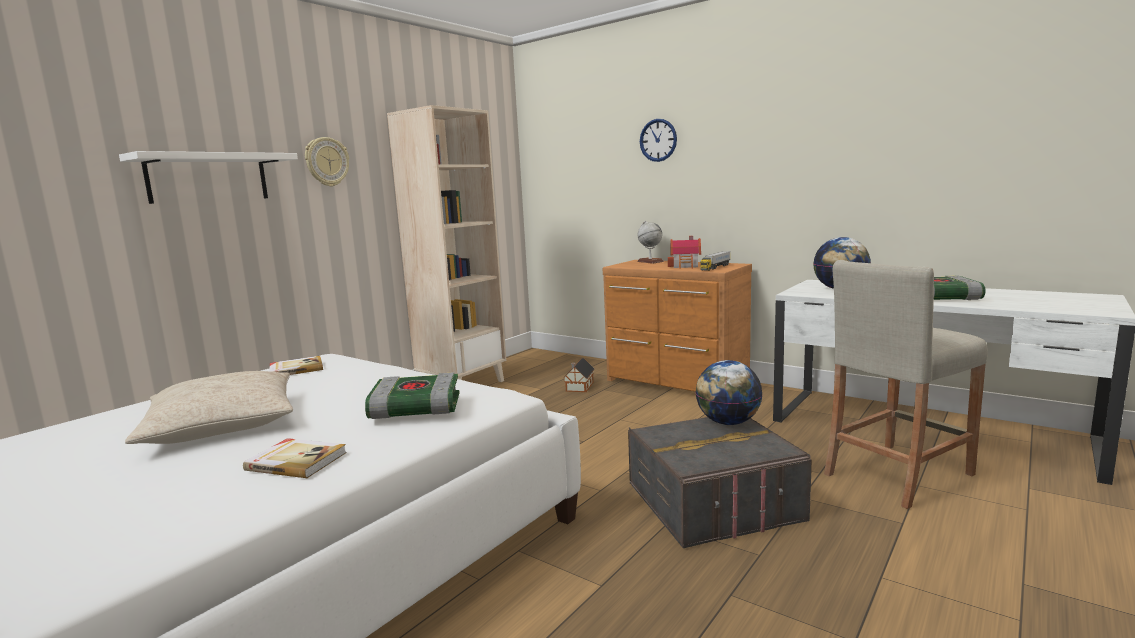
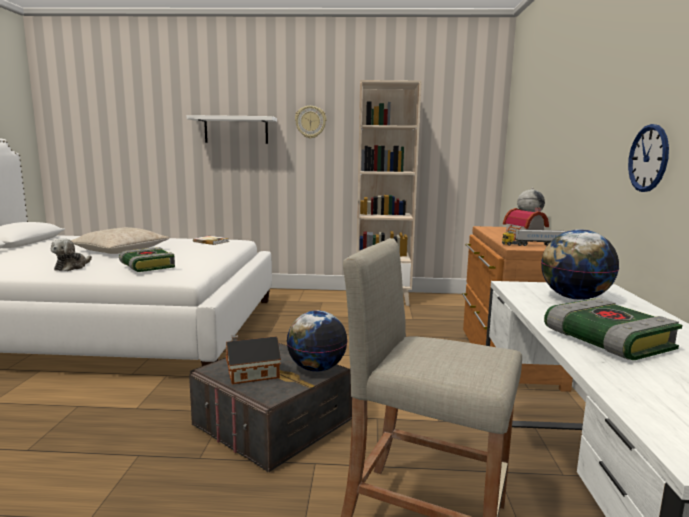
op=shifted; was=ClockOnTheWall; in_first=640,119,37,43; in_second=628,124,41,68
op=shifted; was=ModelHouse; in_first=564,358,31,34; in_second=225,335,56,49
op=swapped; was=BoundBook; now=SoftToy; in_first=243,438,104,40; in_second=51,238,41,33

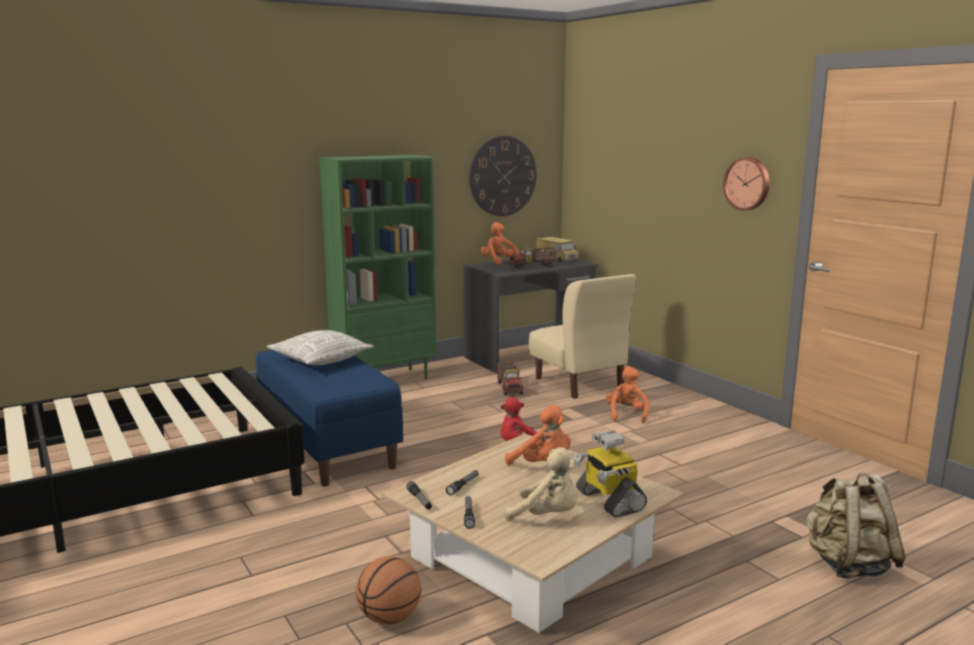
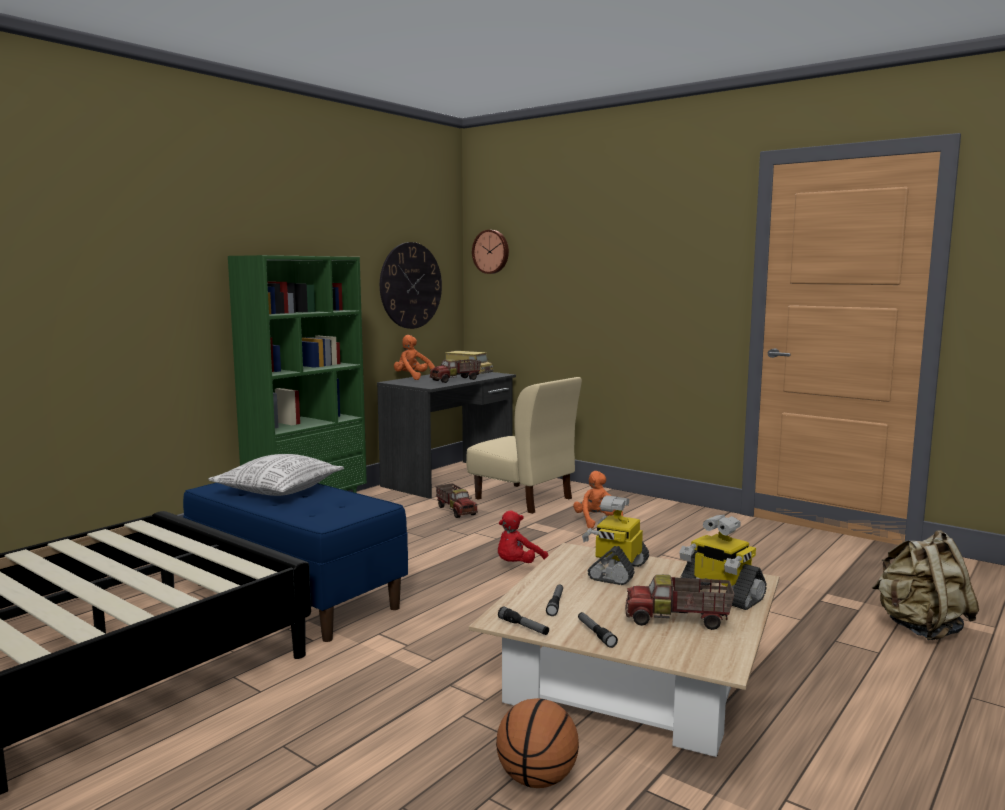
op=shifted; was=ClockOnTheWall; in_first=723,157,46,54; in_second=472,230,37,44
op=swapped; was=OrangeySoftToy; now=ToyRobot; in_first=505,405,66,60; in_second=582,495,67,90
op=swapped; was=BeigeColouredSoftToy; now=ToyTruck; in_first=504,447,73,74; in_second=626,575,108,55

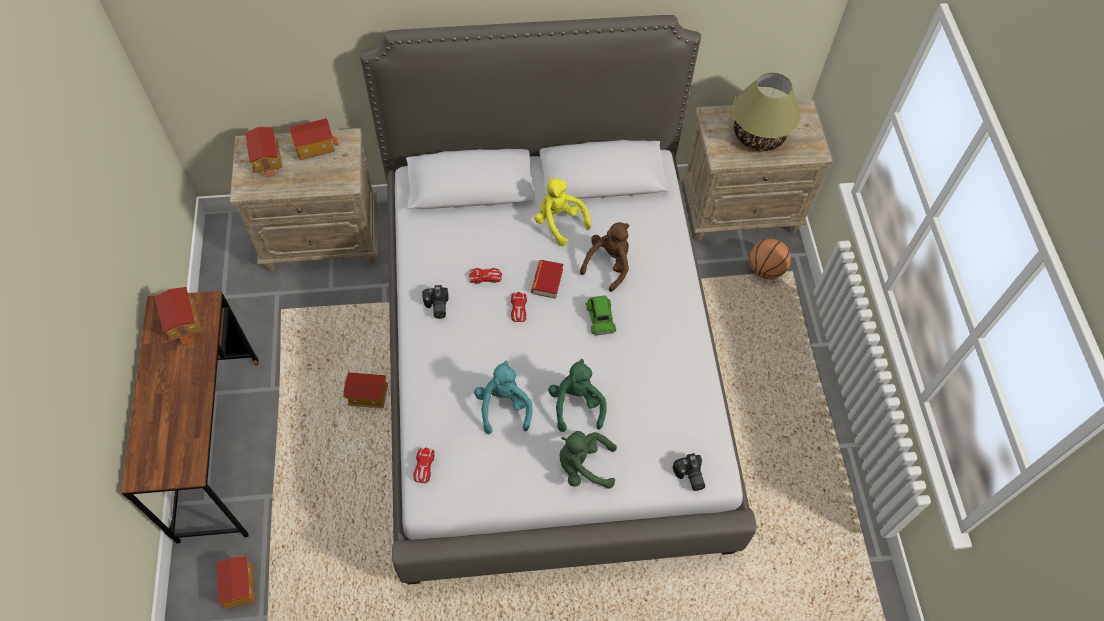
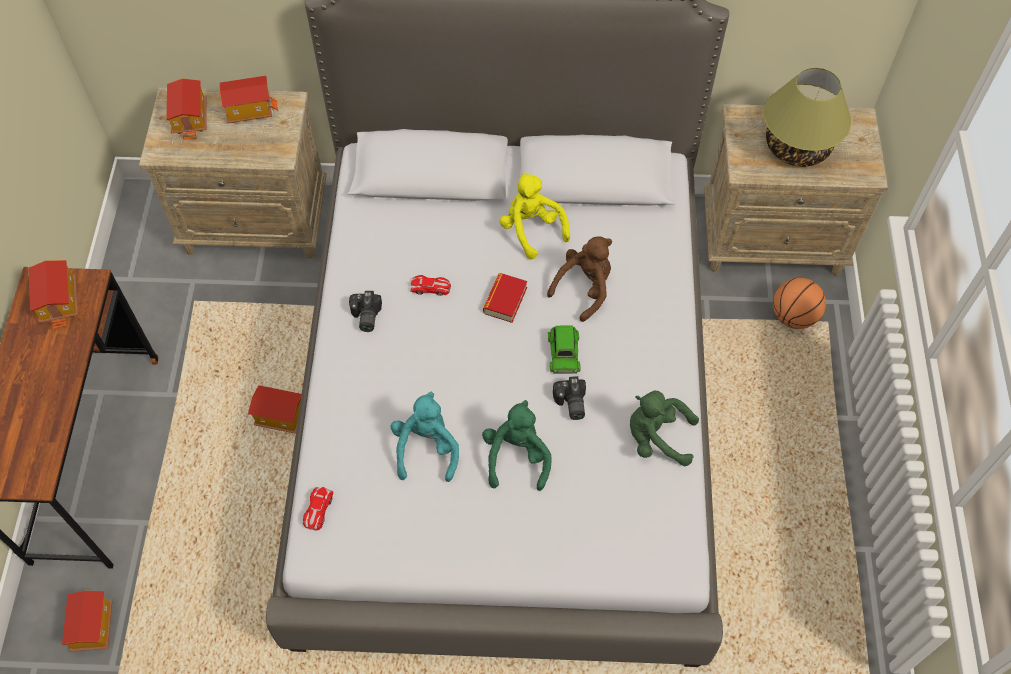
op=gone; was=MiniatureCar; in_first=511,292,16,30
op=shifted; was=GreenishSoftToy; in_first=560,431,57,58; in_second=630,391,69,75
op=shifted; was=PhotoCamera; in_first=673,453,32,38; in_second=553,376,33,44

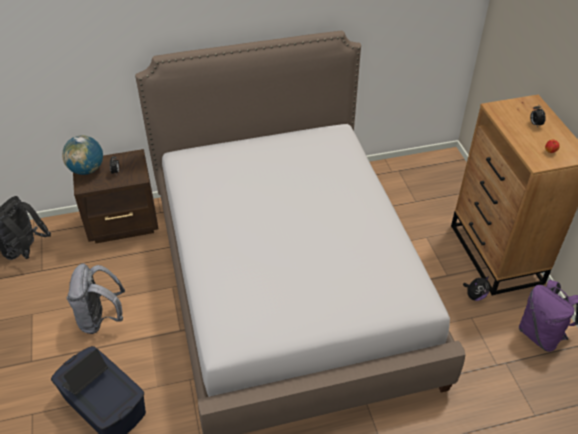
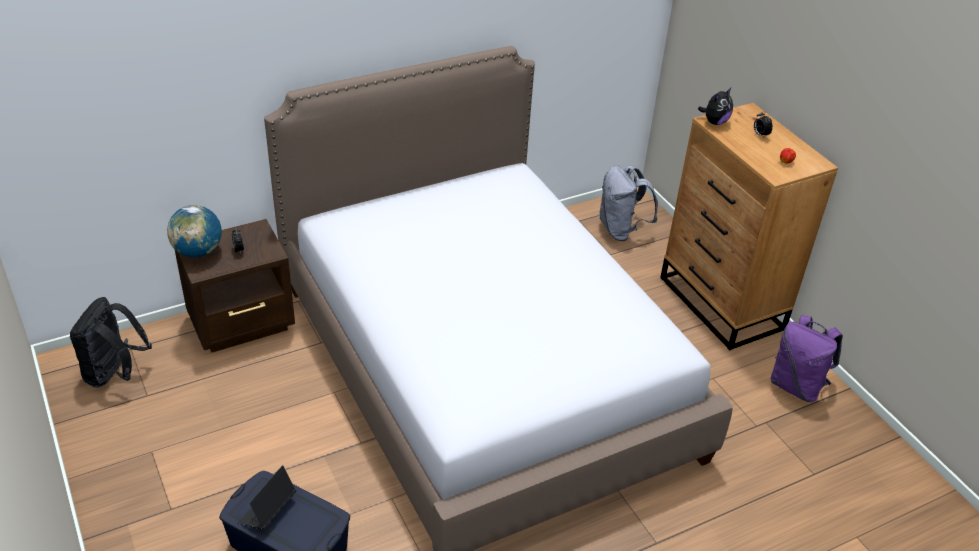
op=shifted; was=GreyBackpack; in_first=66,264,59,70; in_second=599,165,59,76
op=shifted; was=SoftToy; in_first=463,276,27,25; in_second=698,88,35,37

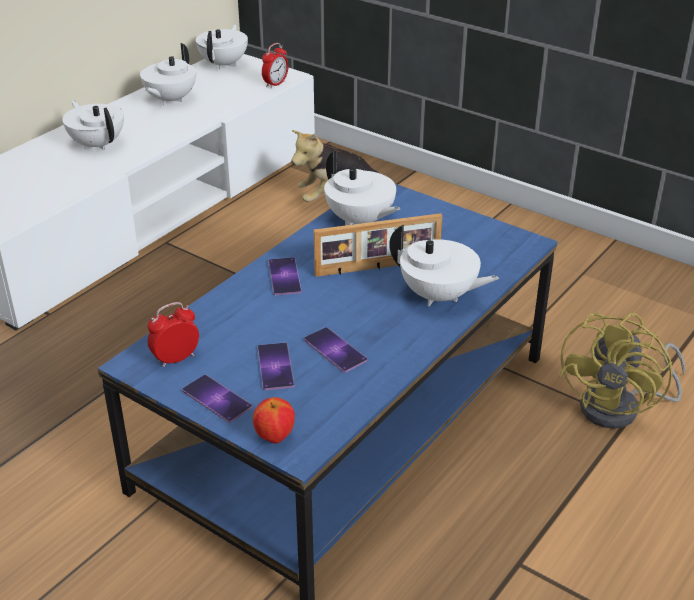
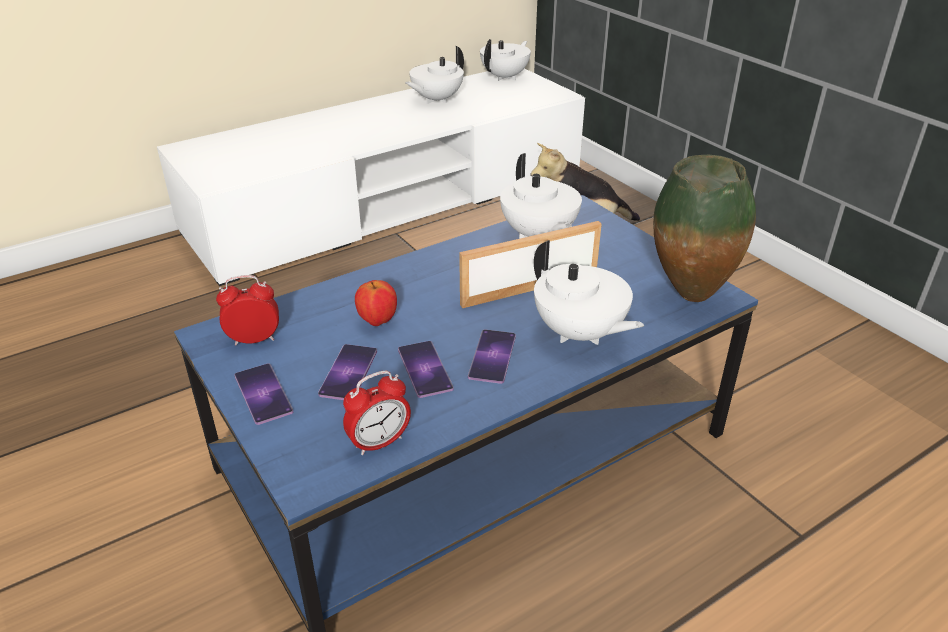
op=shifted; was=TableClock; in_first=262,43,26,45; in_second=343,371,68,84
op=gone; was=WhiteTeapot; in_first=62,100,62,51
op=rotated; was=PhotoFrame; in_first=314,213,129,64; in_second=459,221,143,87; clockwise=150
op=shifted; was=Phone; in_first=268,257,34,38; in_second=468,329,48,55
op=gone; was=YellowCoolingFan; in_first=558,313,127,116
op=shifted; was=Apple; in_first=253,397,42,47; in_second=355,280,42,46
op=new; now=Vase; in_second=653,155,103,147

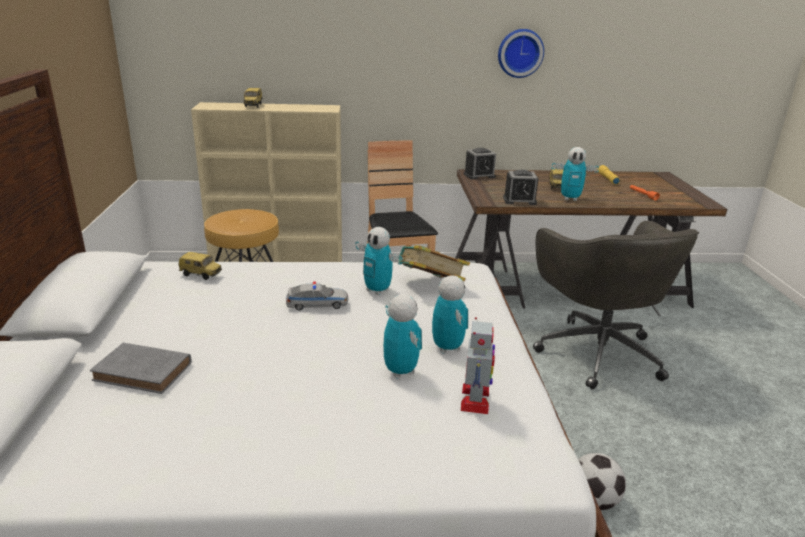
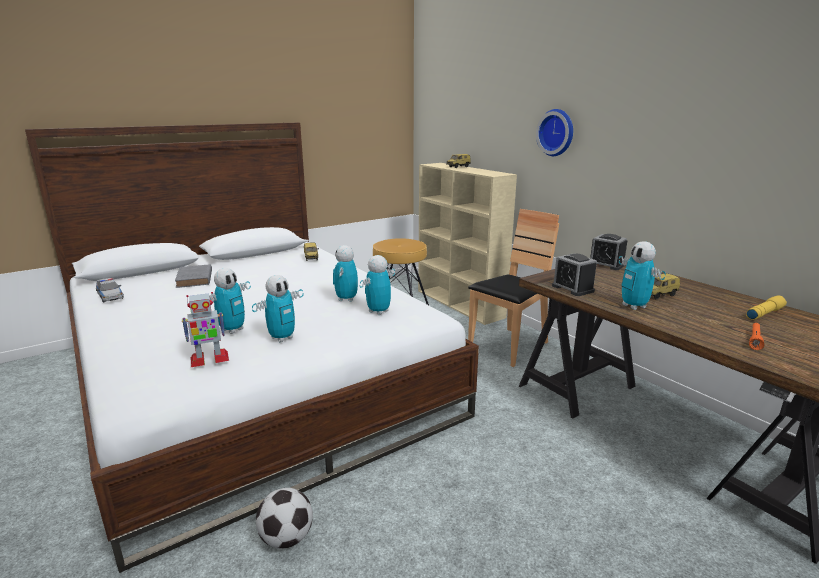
op=shifted; was=ClockOnTheWall; in_first=498,29,46,49; in_second=536,109,37,47
op=gone; was=GreyOfficeChair; in_first=533,221,166,168
op=swapped; was=BoundBook; now=ToyRobot; in_first=397,245,73,36; in_second=360,255,35,60
op=shifted; was=MiniatureCar; in_first=286,281,63,30; in_second=96,278,28,24

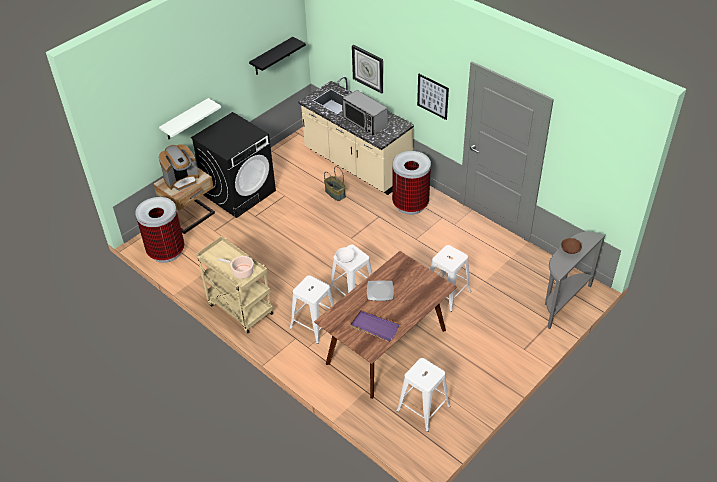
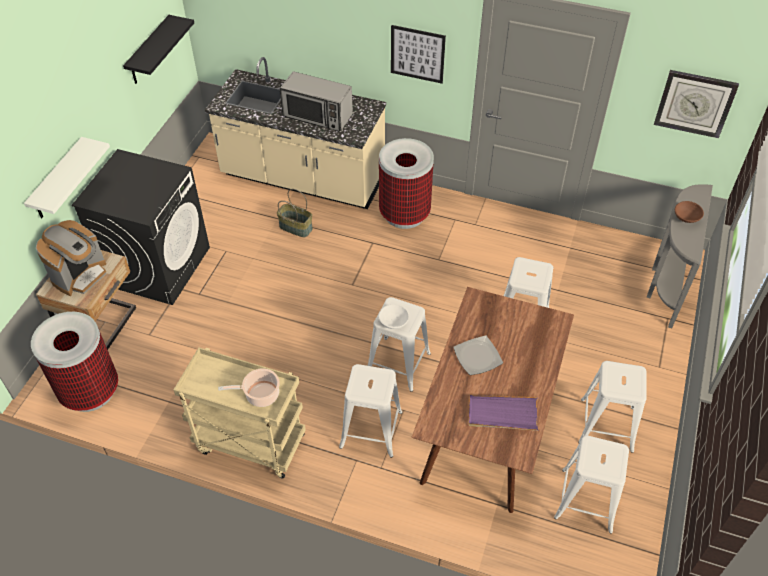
op=shifted; was=ClockOnTheWall; in_first=352,45,31,49; in_second=654,70,85,68
op=new; now=WhiteStoolSeat; in_second=578,361,69,92

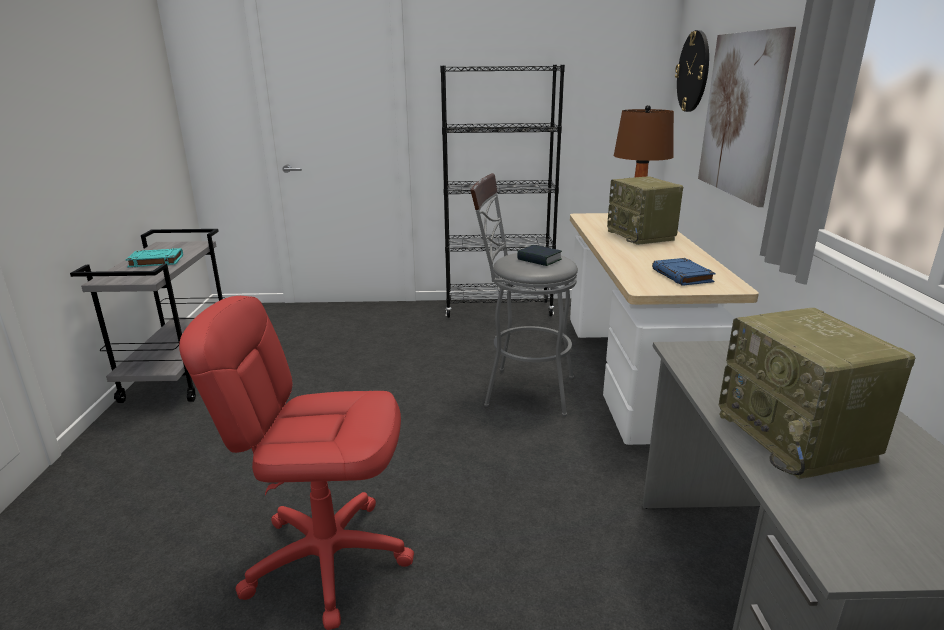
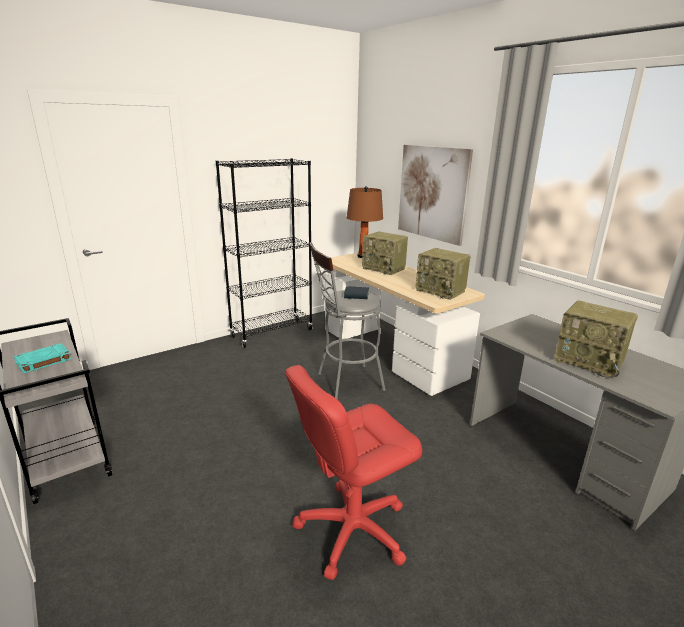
op=gone; was=ClockOnTheWall; in_first=675,30,34,82
op=swapped; was=BluishBoundBook; now=Radio; in_first=652,258,64,28; in_second=416,248,55,52

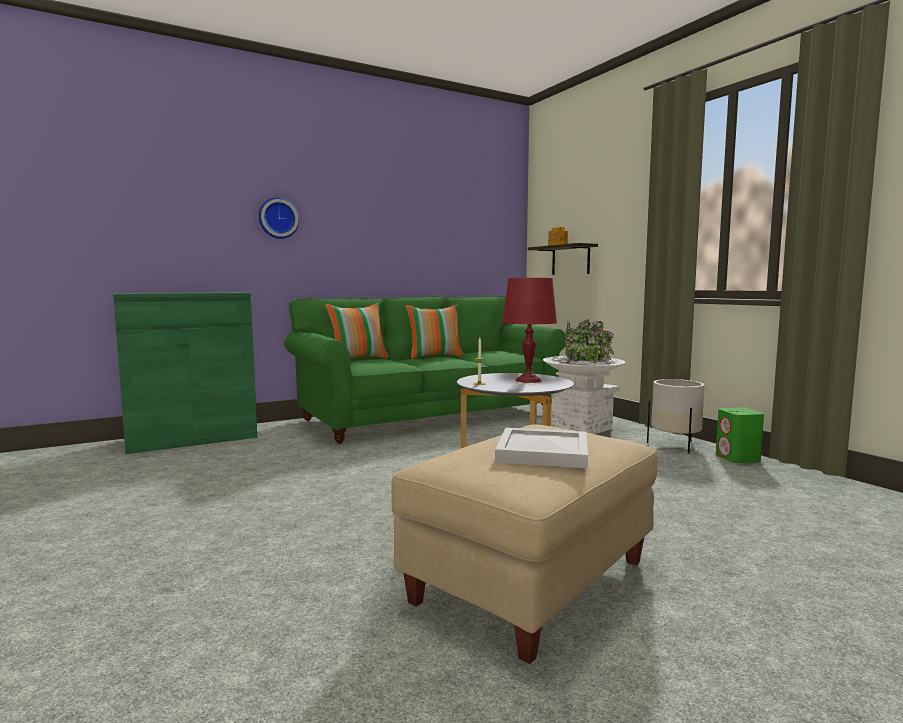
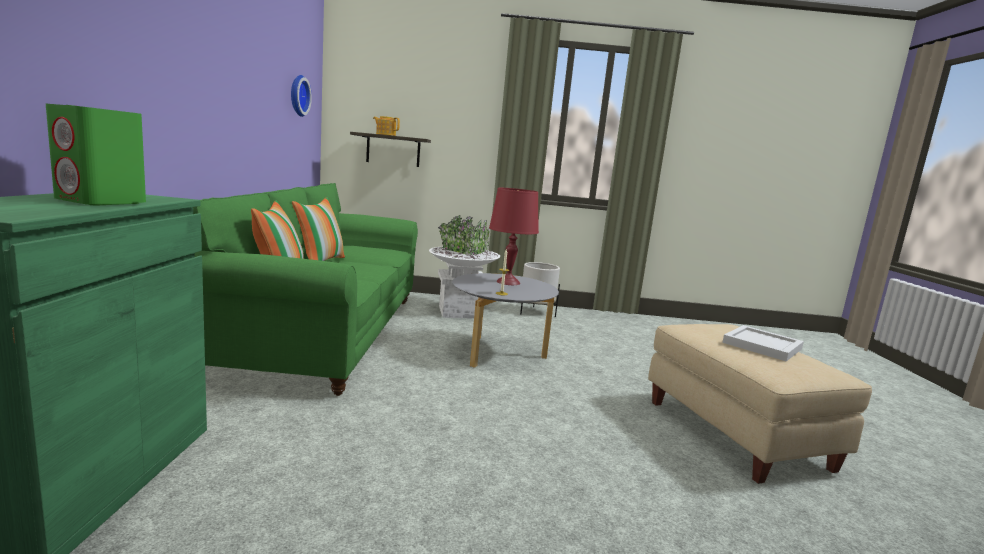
op=shifted; was=ClockOnTheWall; in_first=258,197,41,42; in_second=291,75,21,42
op=shifted; was=GreenishLoudspeaker; in_first=716,407,48,56; in_second=46,104,100,101

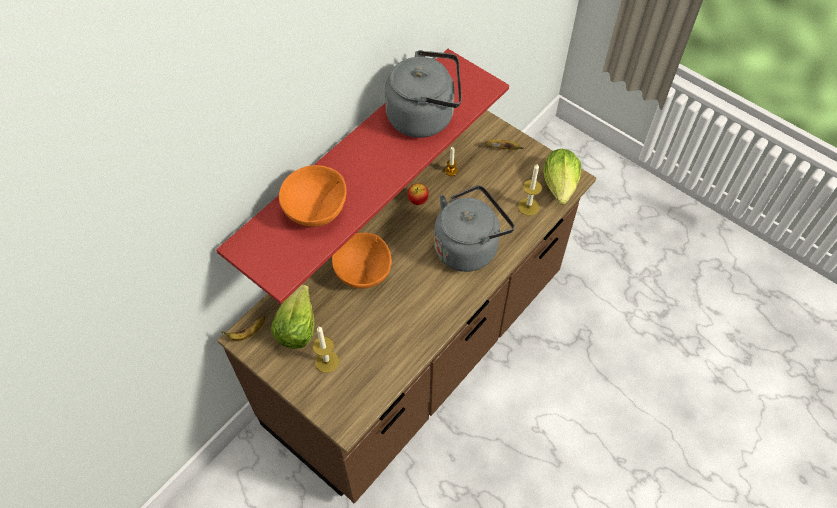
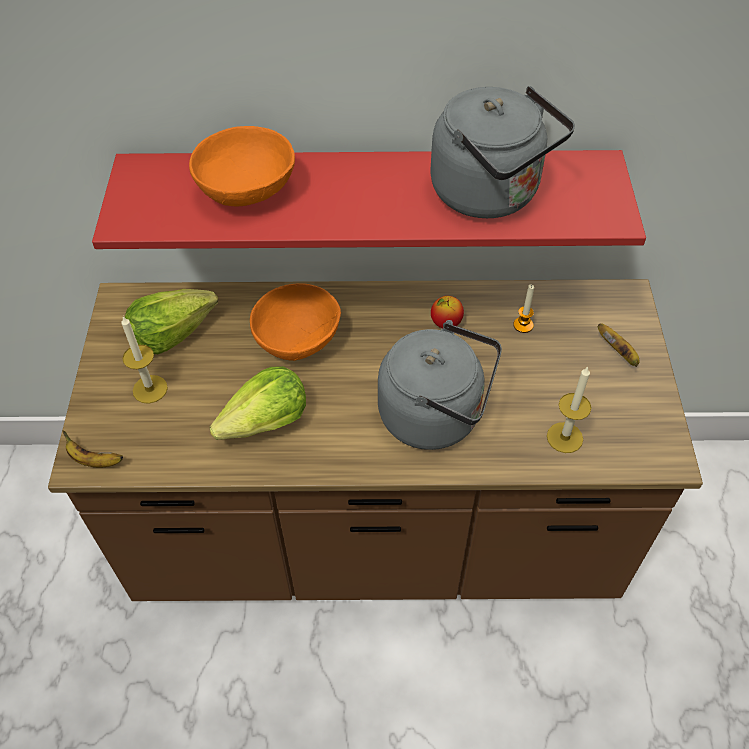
op=shifted; was=LettuceHead; in_first=543,149,38,55; in_second=209,366,97,74
op=shifted; was=BananaFruit; in_first=222,316,43,25; in_second=62,430,61,37

